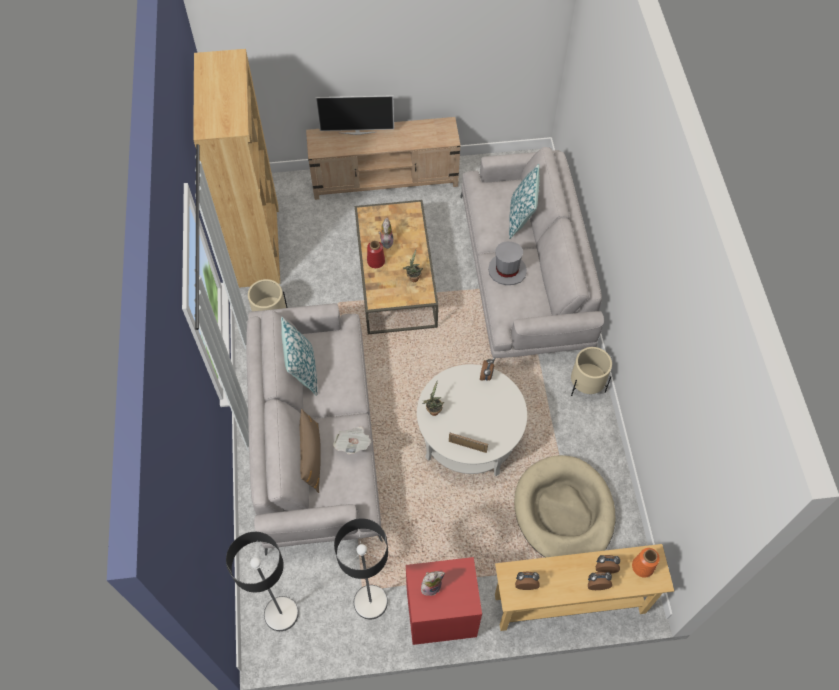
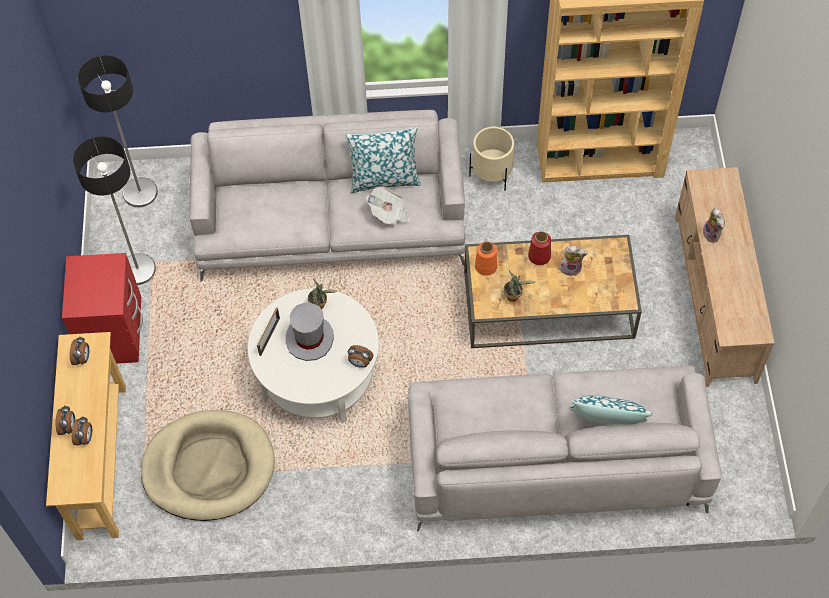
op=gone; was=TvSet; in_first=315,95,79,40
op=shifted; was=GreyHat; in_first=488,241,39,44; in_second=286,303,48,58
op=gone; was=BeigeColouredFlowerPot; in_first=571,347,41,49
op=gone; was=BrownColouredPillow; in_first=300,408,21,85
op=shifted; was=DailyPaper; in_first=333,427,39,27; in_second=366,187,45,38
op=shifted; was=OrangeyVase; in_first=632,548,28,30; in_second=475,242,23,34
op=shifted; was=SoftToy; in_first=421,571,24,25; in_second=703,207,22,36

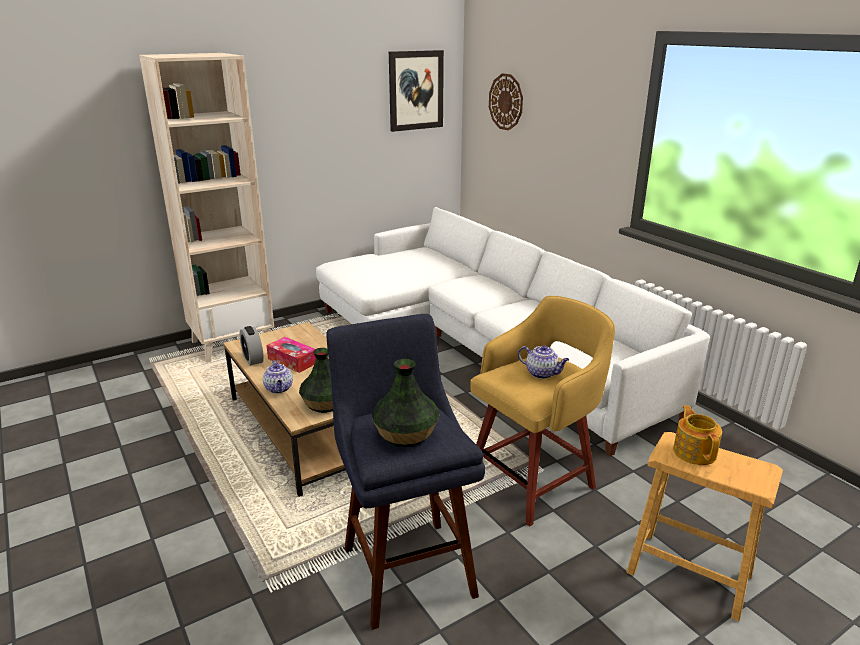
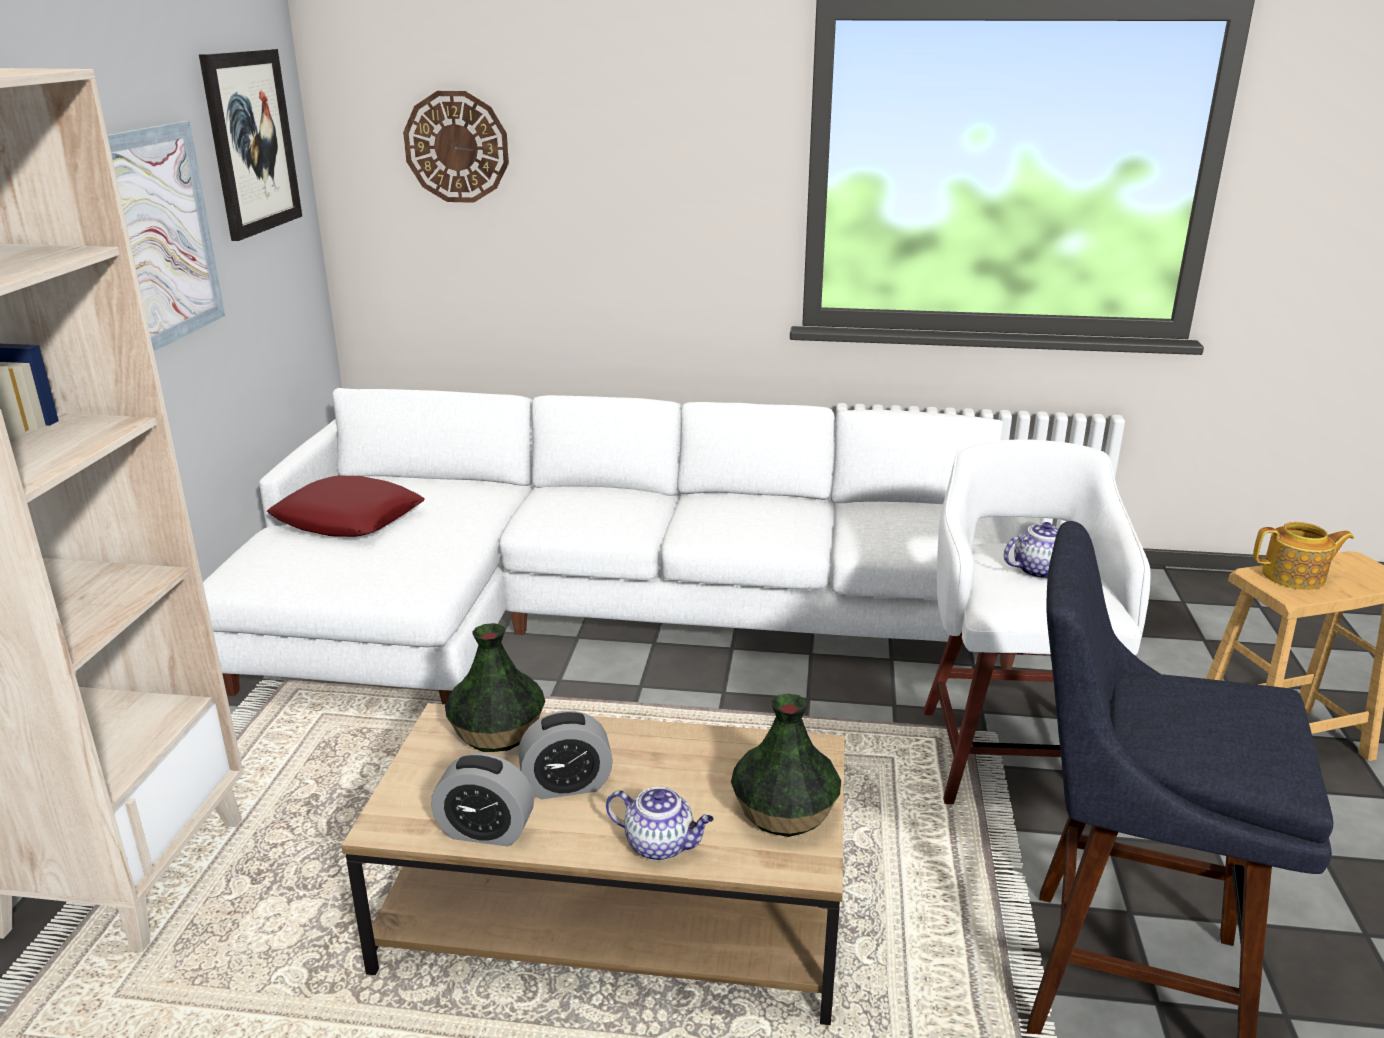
op=repainted; was=YellowStoolSeat; now=WhiteStoolSeat; in_first=470,296,145,230; in_second=924,439,227,365
op=swapped; was=BoxOfTissues; now=TableClock; in_first=266,337,50,36; in_second=519,711,94,88
op=shifted; was=Vase; in_first=372,359,68,88; in_second=445,623,100,129
op=rotated; was=Teapot; in_first=673,405,49,60; in_second=1253,522,101,68; clockwise=150
op=new; now=Picture; in_second=108,121,117,230
op=new; now=ReddishPillow; in_second=267,476,158,61

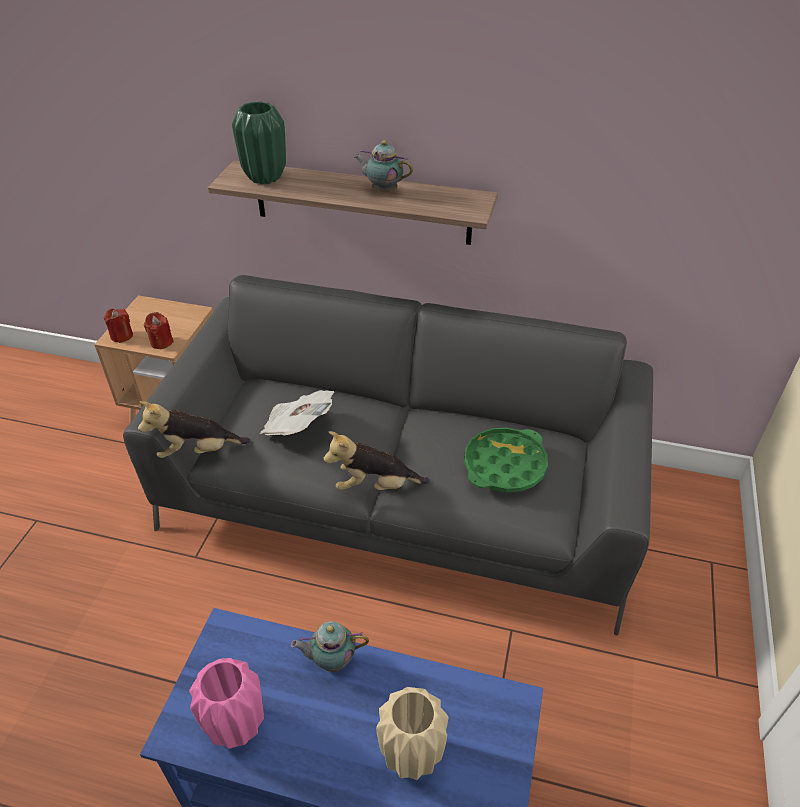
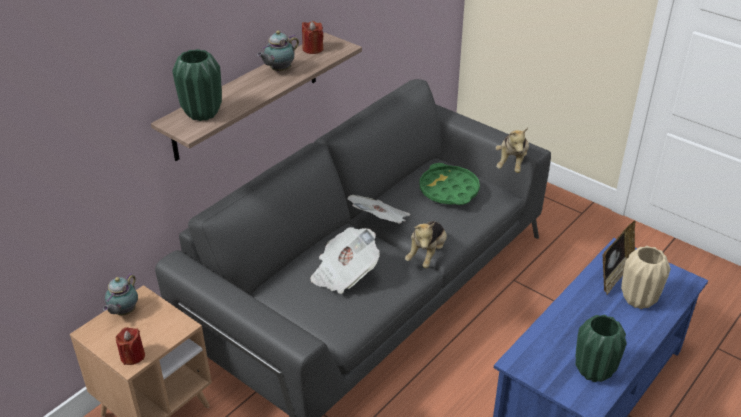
op=shifted; was=ReddishCandle; in_first=144,312,30,37; in_second=302,21,22,33
op=shifted; was=SoftToy; in_first=138,401,112,57; in_second=496,128,33,45
op=shifted; was=Teapot; in_first=291,621,78,51; in_second=103,274,35,41
op=repainted; was=PinkVase; now=GreenishVase; in_first=189,658,75,91; in_second=575,315,52,67
op=new; now=DailyPaper; in_second=347,195,63,28
op=new; now=PhotoFrame; in_second=603,221,33,74

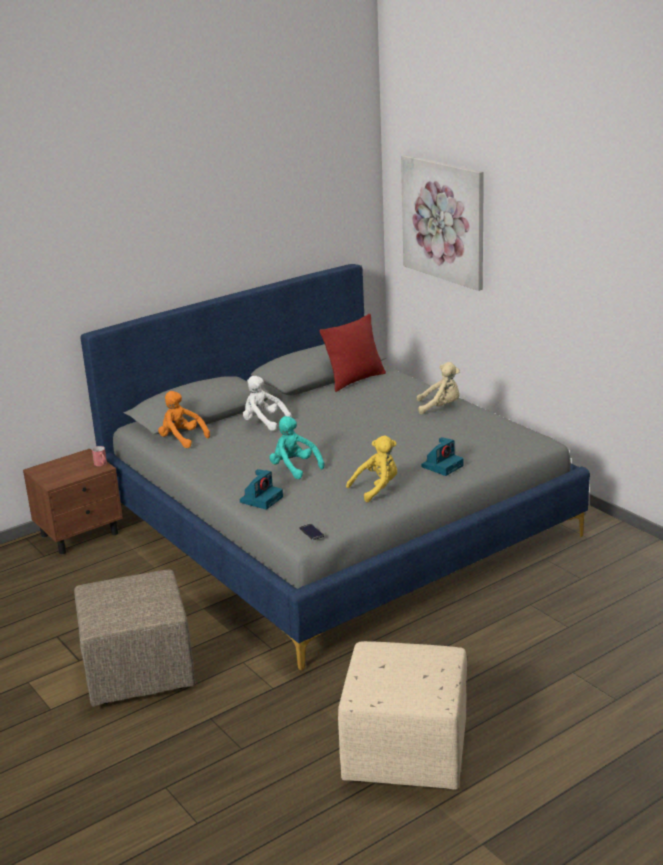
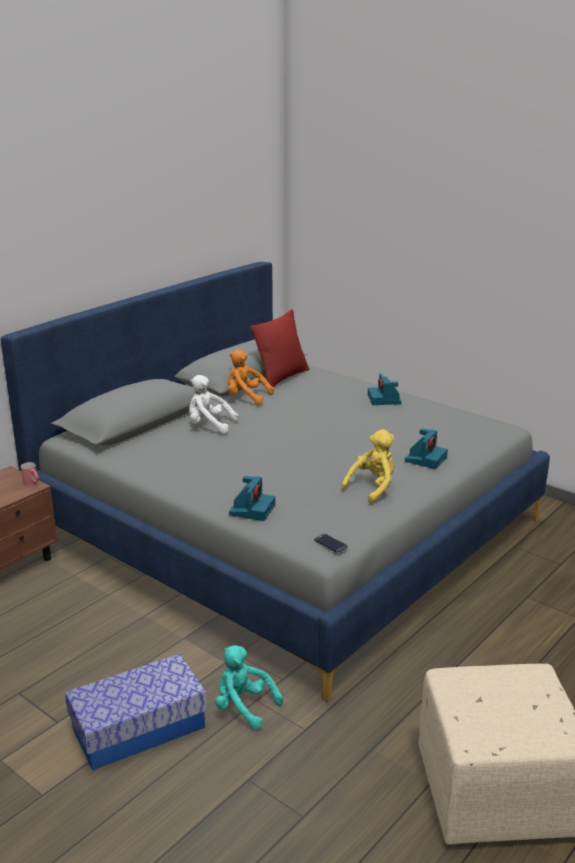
op=gone; was=Picture; in_first=401,155,83,136
op=swapped; was=BeigeColouredSoftToy; now=PhotoCamera; in_first=417,362,43,53; in_second=368,374,33,31
op=shifted; was=OrangeySoftToy; in_first=158,391,52,57; in_second=228,350,46,54
op=shifted; was=BlueGreenSoftToy; in_first=269,416,55,63; in_second=215,645,68,84
op=swapped; was=BeigeColouredOttoman; now=StorageContainer; in_first=74,569,121,138; in_second=65,654,142,117

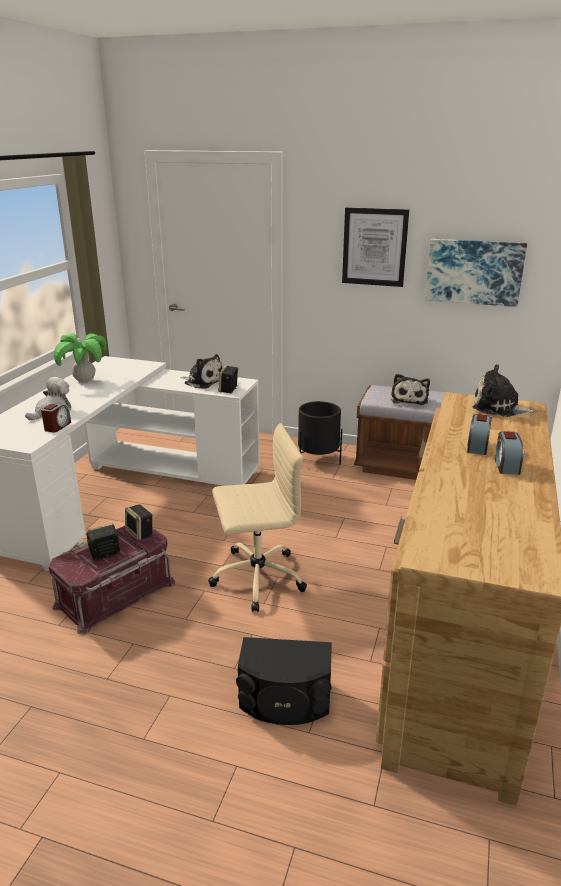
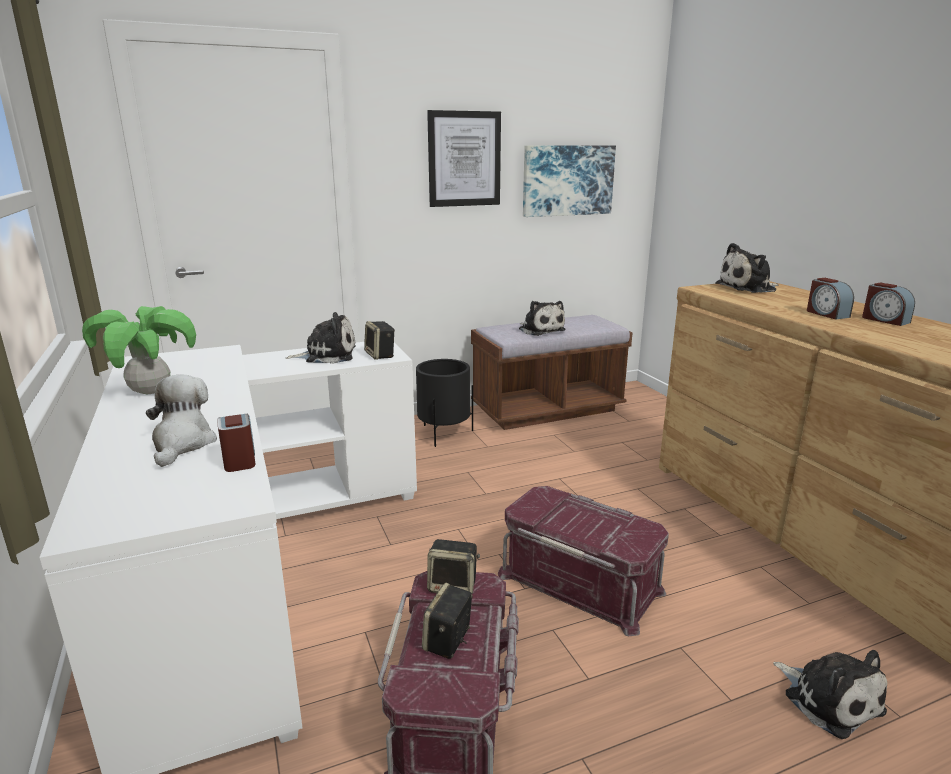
op=swapped; was=BeigeColouredOfficeChair; now=ReddishStorageContainer; in_first=208,423,99,189; in_second=498,486,171,150
op=swapped; was=BlackishLoudspeaker; now=SoftToy; in_first=236,637,96,88; in_second=773,650,114,89

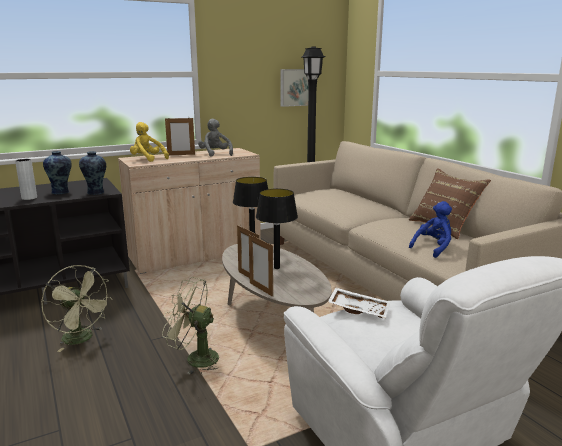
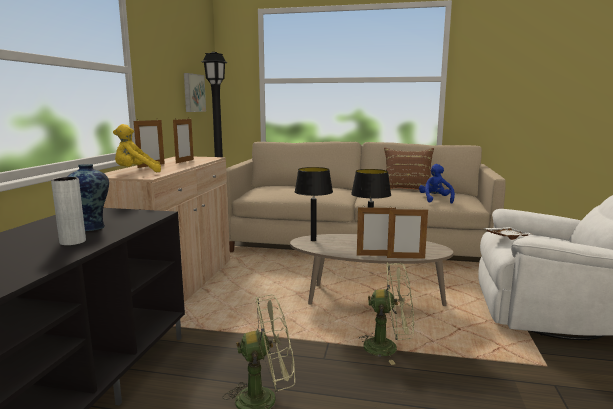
op=swapped; was=GreySoftToy; now=PhotoFrame; in_first=198,119,35,38; in_second=173,119,21,45
op=gone; was=Vase; in_first=79,151,27,44
op=rotated; was=GreenishCoolingFan; in_first=162,277,57,98; in_second=359,262,55,103; clockwise=-135

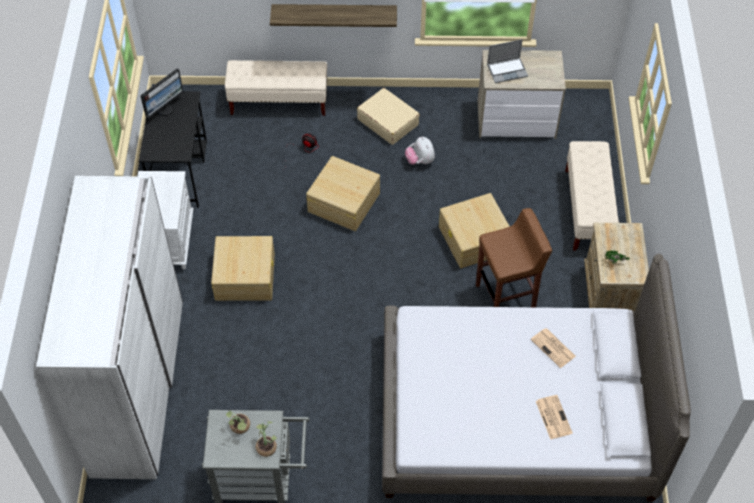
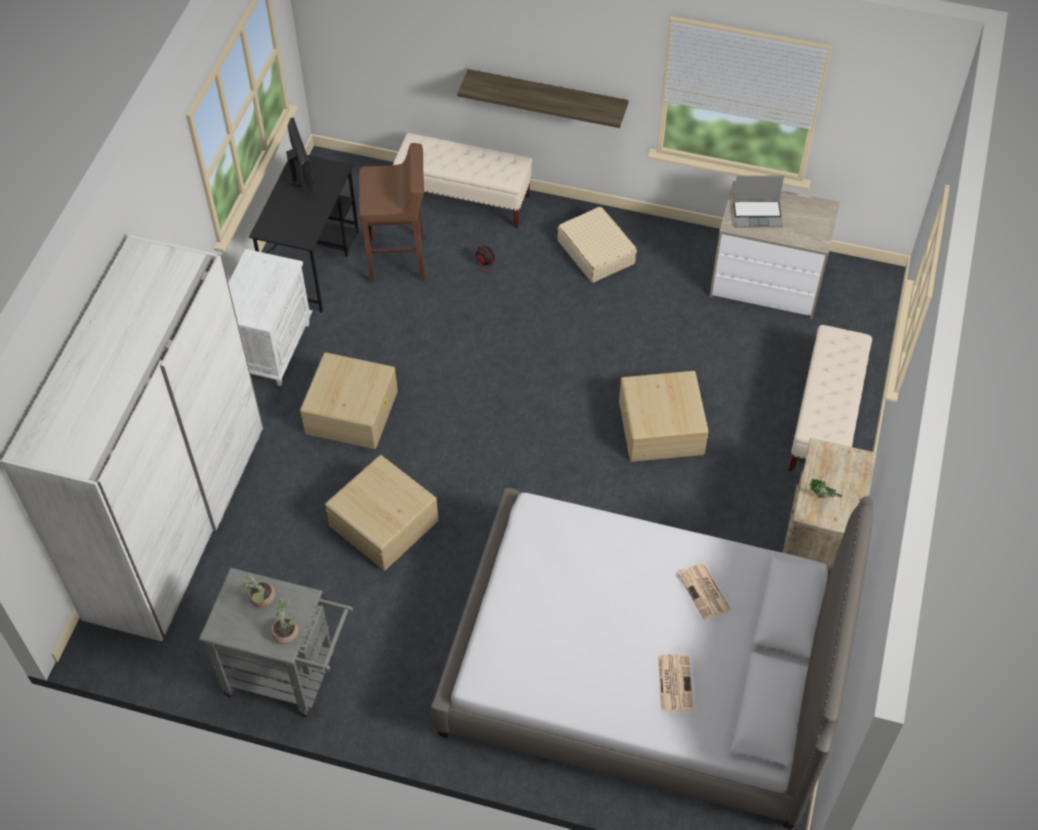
op=rotated; was=ComputerDisplay; in_first=141,68,43,51; in_second=286,117,29,75; clockwise=-75
op=gone; was=SoftToy; in_first=405,136,30,29
op=shifted; was=BeigeColouredStorageContainer; in_first=306,156,74,75; in_second=325,455,113,116
op=shifted; was=BrownColouredStoolSeat; in_first=476,208,76,99; in_second=359,143,66,140

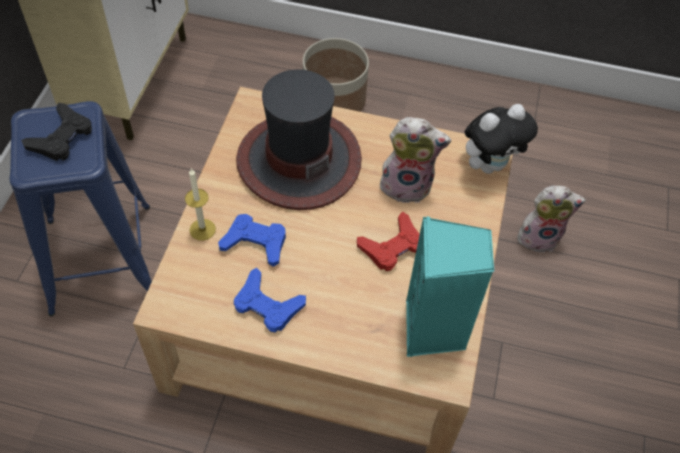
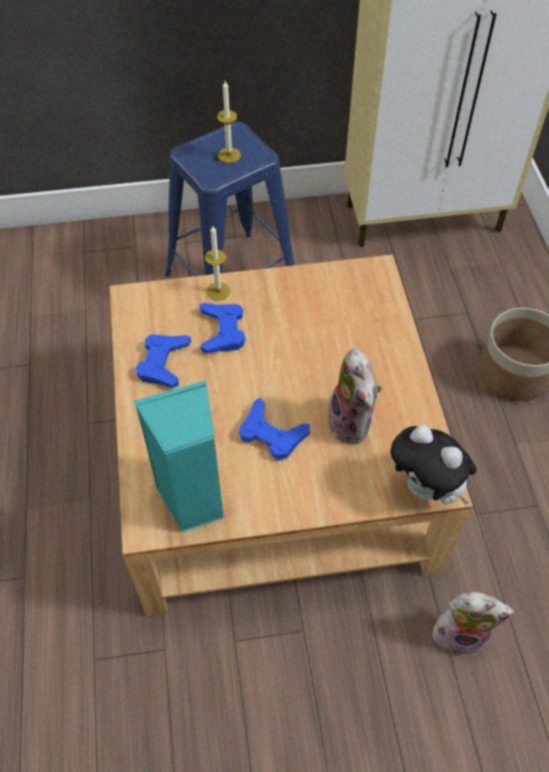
op=gone; was=Hat; in_first=236,69,126,141
op=swapped; was=BlackishGameController; now=Candle; in_first=21,103,71,58; in_second=217,81,24,82
op=rotated; was=SoftToy; in_first=517,185,69,68; in_second=431,591,83,65; clockwise=-60
op=repainted; was=ReddishGameController; now=BluishGameController; in_first=357,212,63,59; in_second=239,398,71,62

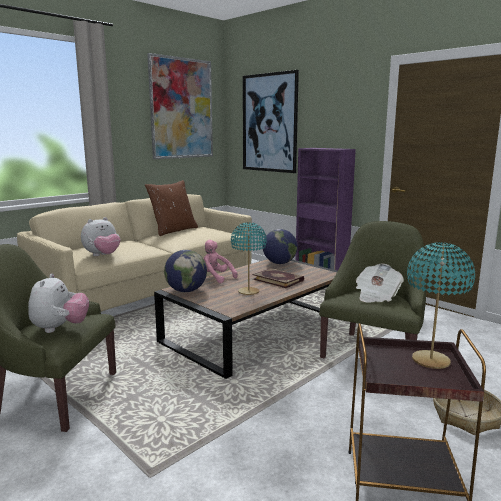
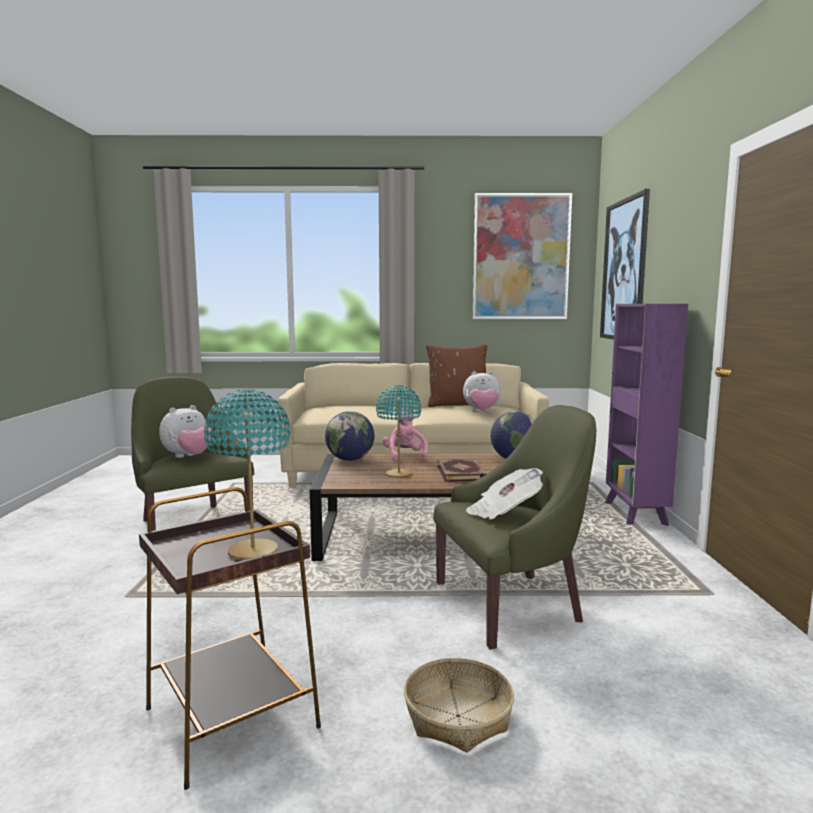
op=shifted; was=SoftToy; in_first=81,217,39,39; in_second=463,371,38,41

